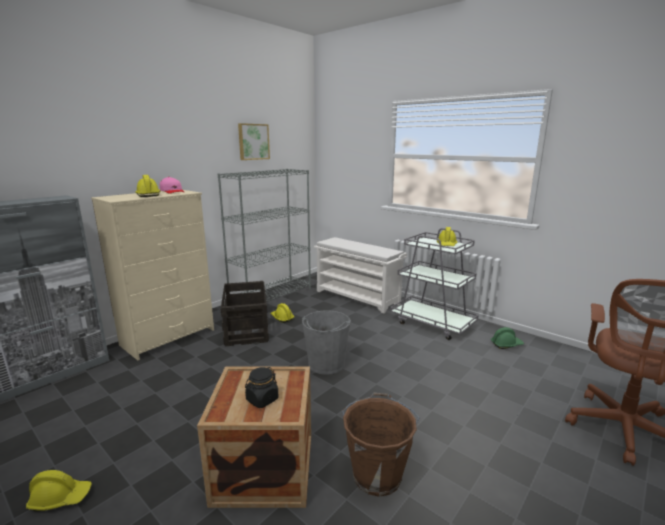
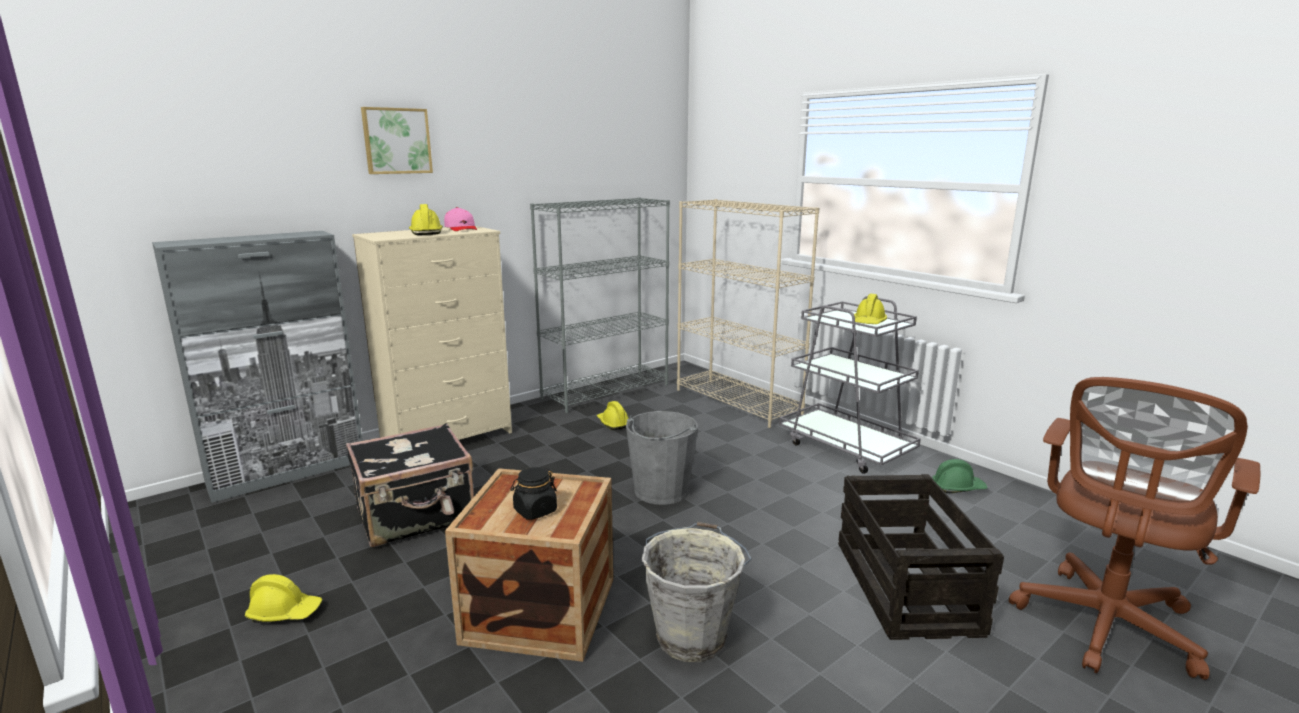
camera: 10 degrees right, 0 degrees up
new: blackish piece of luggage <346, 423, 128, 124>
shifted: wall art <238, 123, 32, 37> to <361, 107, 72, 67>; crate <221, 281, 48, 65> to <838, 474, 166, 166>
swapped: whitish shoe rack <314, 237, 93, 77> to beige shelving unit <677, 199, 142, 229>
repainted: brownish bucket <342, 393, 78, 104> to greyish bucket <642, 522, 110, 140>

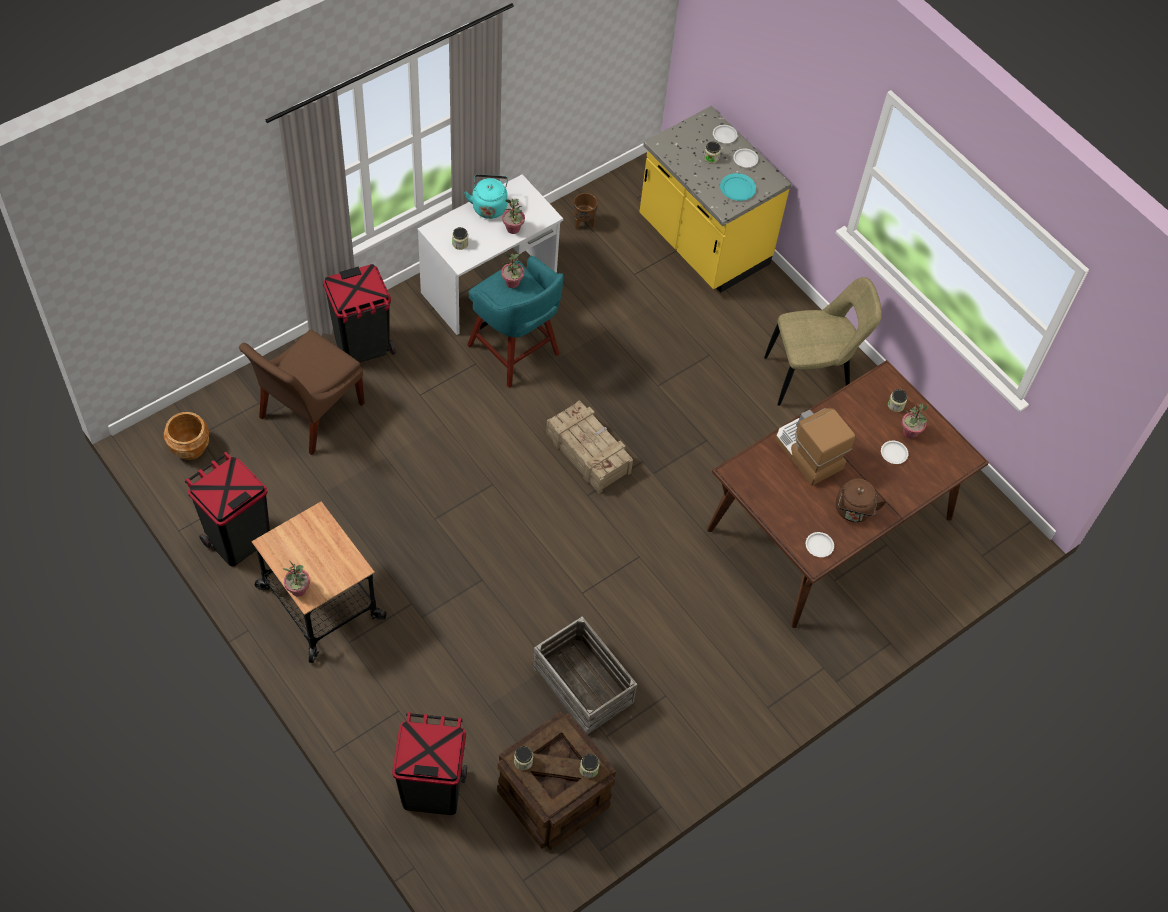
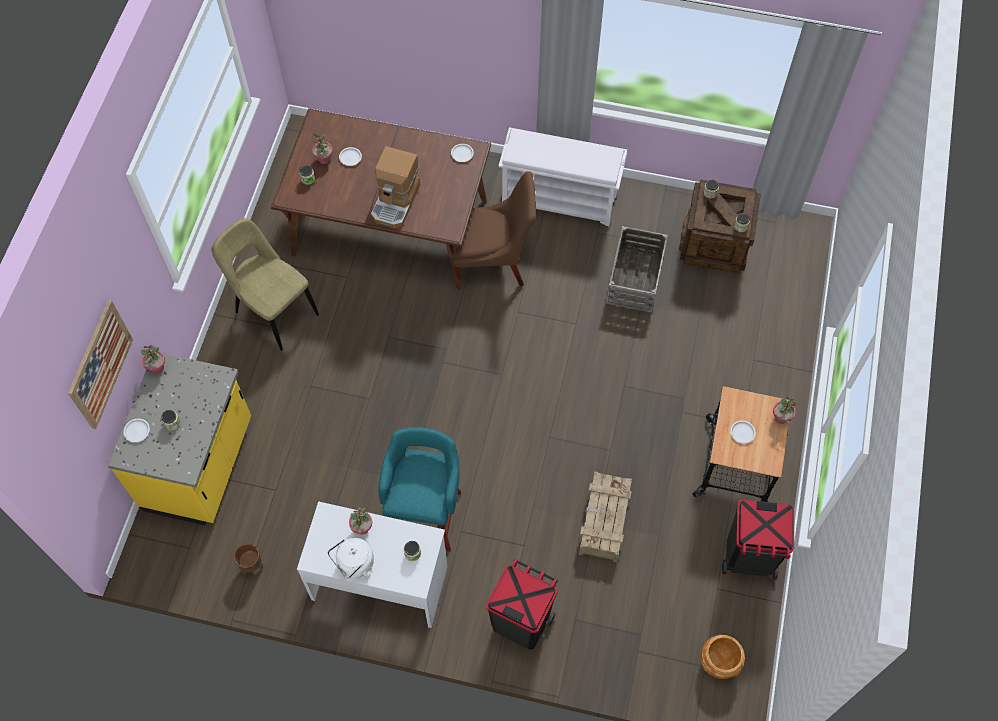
camera: 125 degrees left, 5 degrees up
gone: blackish waste bin <392, 712, 75, 103>; turquoise-coloured plate <720, 173, 36, 28>; brownish tea kettle <836, 479, 50, 44>
new: wall art <68, 300, 65, 129>; whitish indoor bench <498, 127, 129, 99>
shifted: houseplant <501, 253, 23, 35> to <140, 345, 25, 29>; brownish plain chair <239, 330, 126, 125> to <453, 171, 83, 117>; crate <546, 401, 87, 92> to <579, 472, 53, 90>; whitish plate <733, 149, 25, 18> to <730, 421, 26, 23>
repainted: turquoise-coloured tea kettle <465, 174, 43, 45> to whitish tea kettle <328, 538, 46, 40>

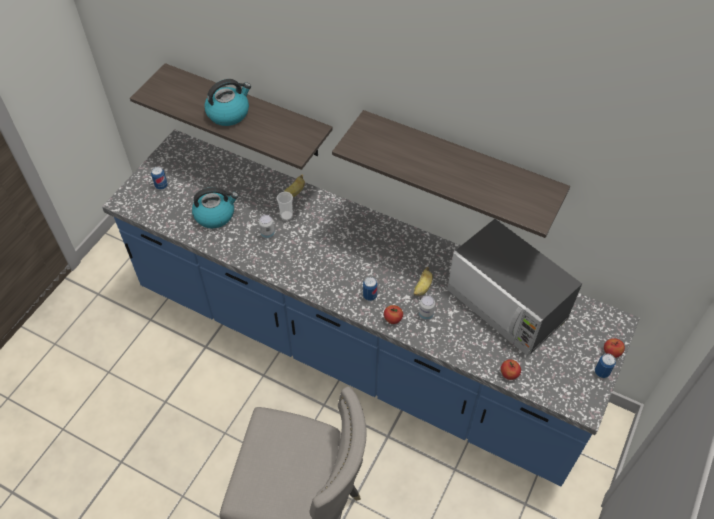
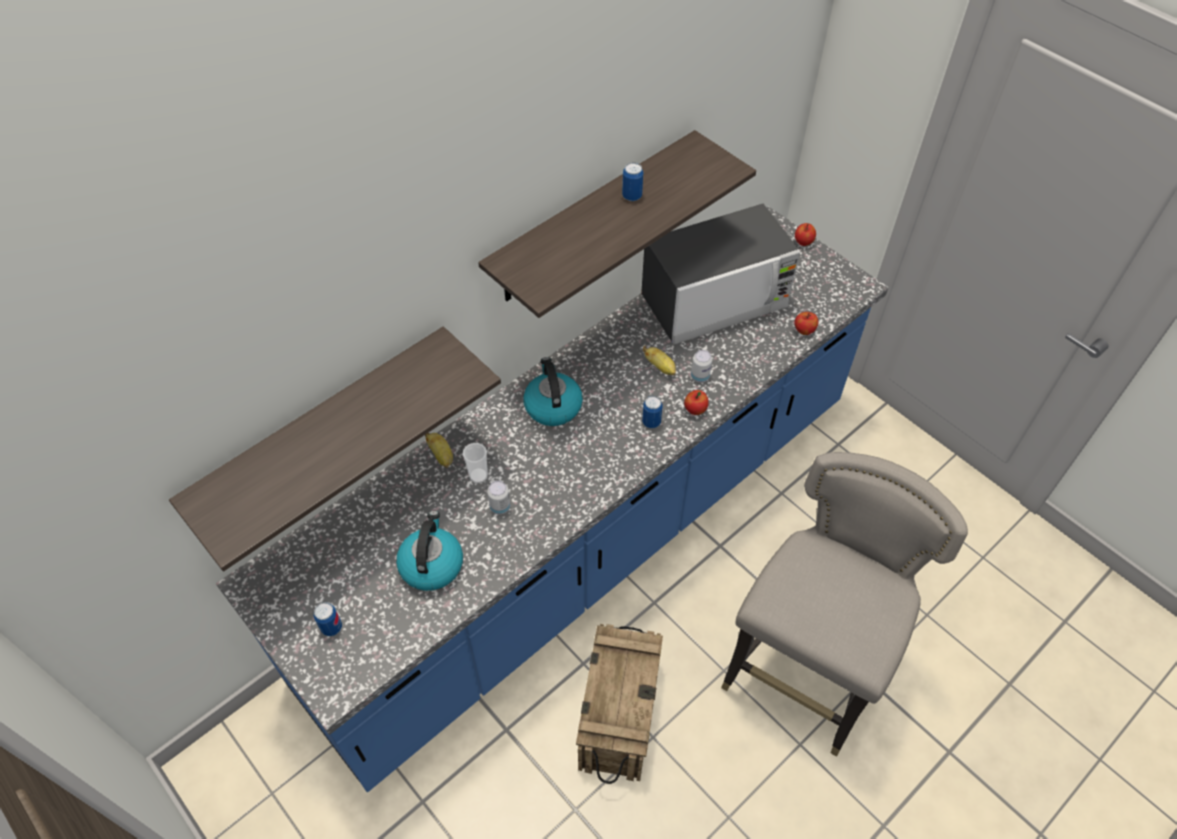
camera: 70 degrees left, 0 degrees up
new: crate <576, 624, 87, 160>
shifted: tea kettle <204, 79, 47, 47> to <523, 357, 60, 69>; sealed can <595, 353, 21, 25> to <622, 162, 22, 39>

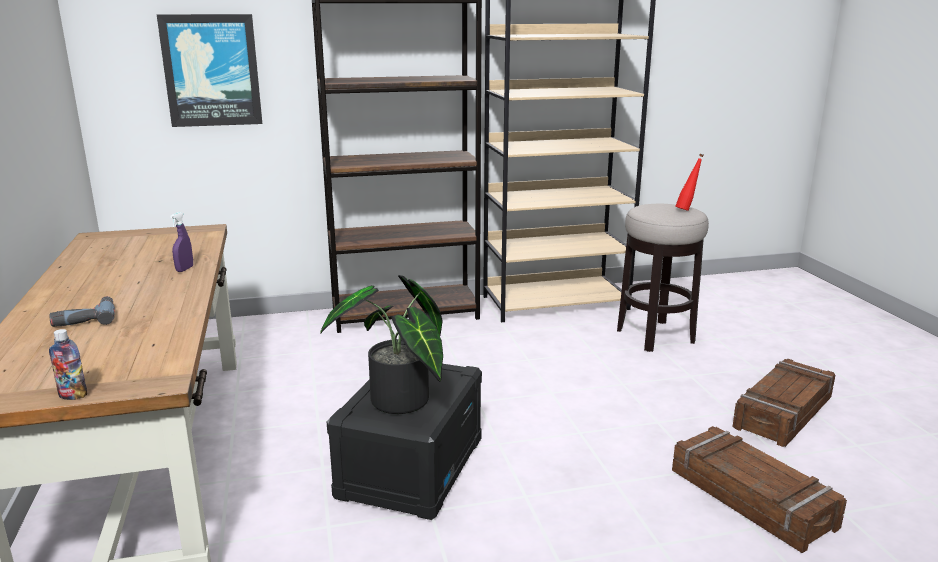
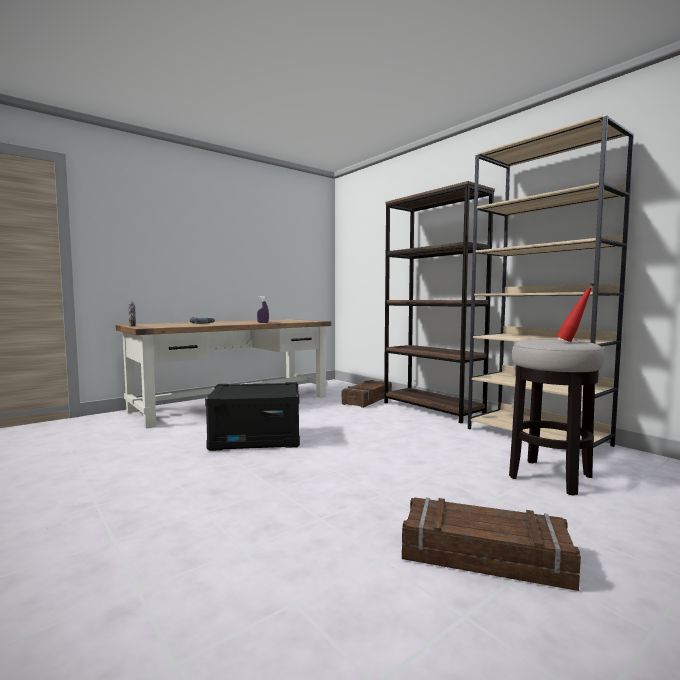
camera: 65 degrees right, 15 degrees down
gone: wall art <157, 14, 105, 113>; houseplant <320, 275, 123, 139>
shifted: crate <672, 426, 175, 127> to <342, 380, 50, 28>

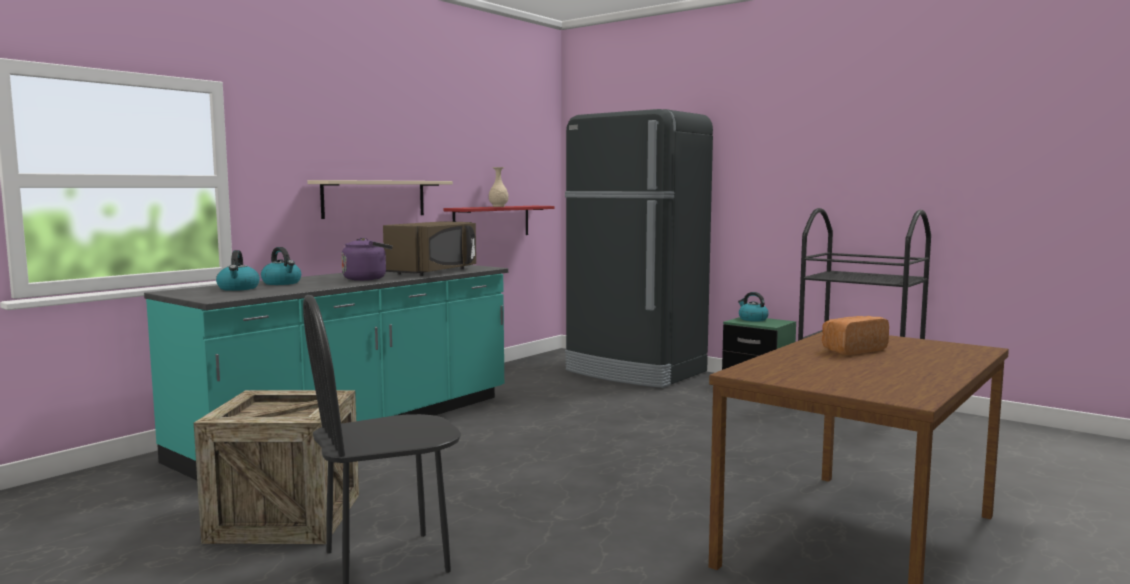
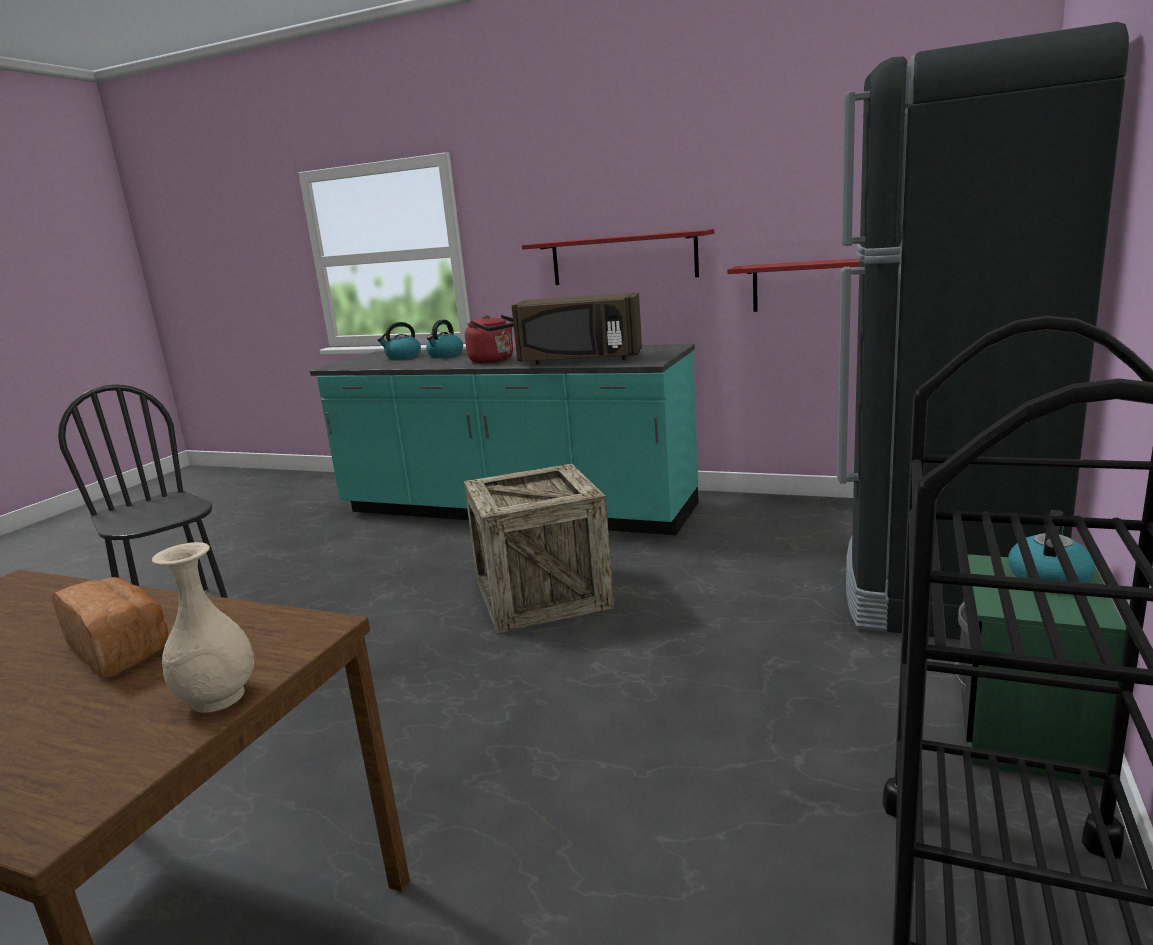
camera: 75 degrees right, 10 degrees up
shifted: beige flower vase <489, 167, 20, 40> to <152, 542, 102, 171>; crate <194, 390, 165, 154> to <464, 464, 150, 169>
repainted: purple tea kettle <341, 237, 52, 44> to reddish tea kettle <465, 315, 49, 48>; beige shelf <307, 180, 146, 39> to reddish shelf <522, 229, 192, 56>

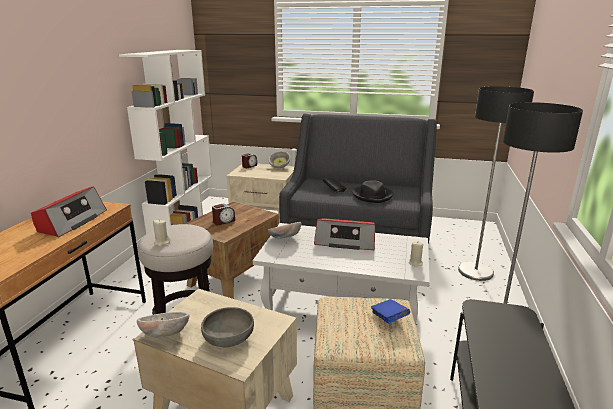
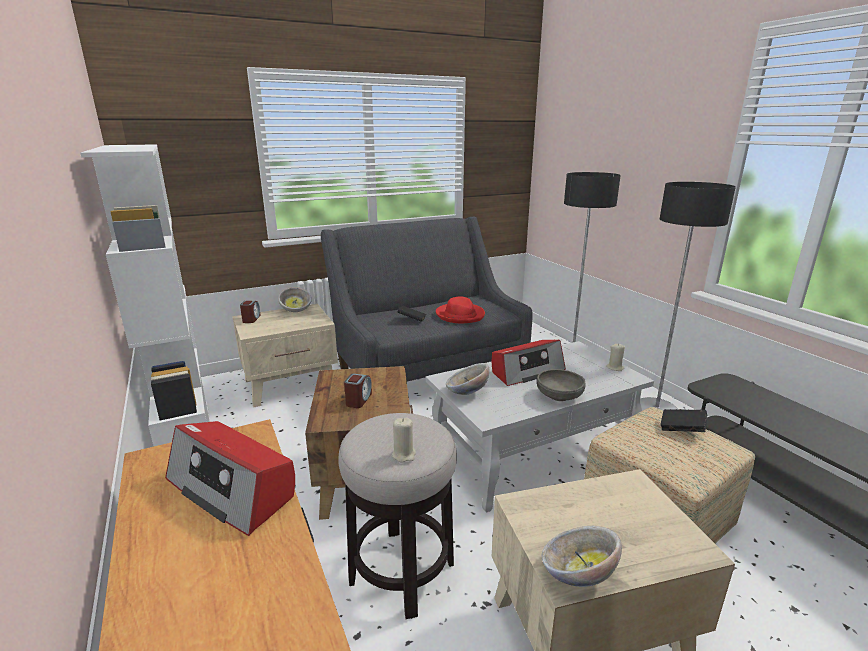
camera: 40 degrees left, 0 degrees up
shifted: greyish deep dish <201, 307, 53, 40> to <537, 369, 49, 32>
repainted: blackish wearable hat <352, 180, 41, 23> to reddish wearable hat <436, 297, 49, 26>; blue book <371, 299, 39, 24> to blackish book <660, 409, 47, 23>
rotated: radio set <31, 186, 76, 51> = <165, 421, 130, 115> 150 degrees clockwise

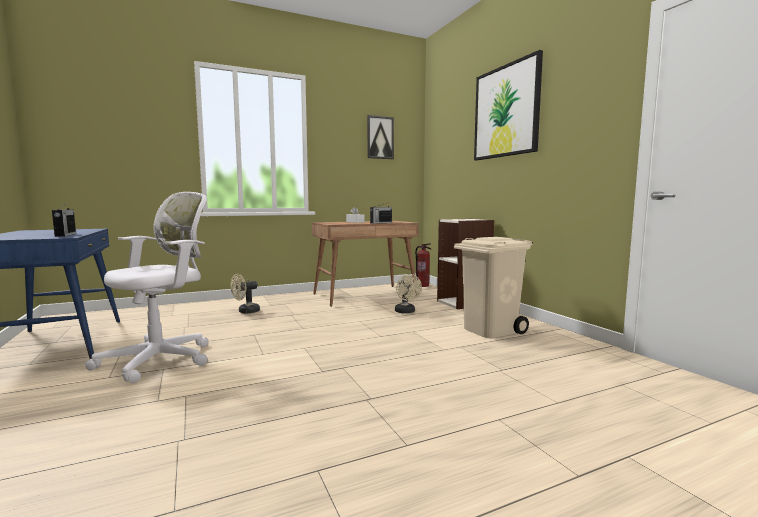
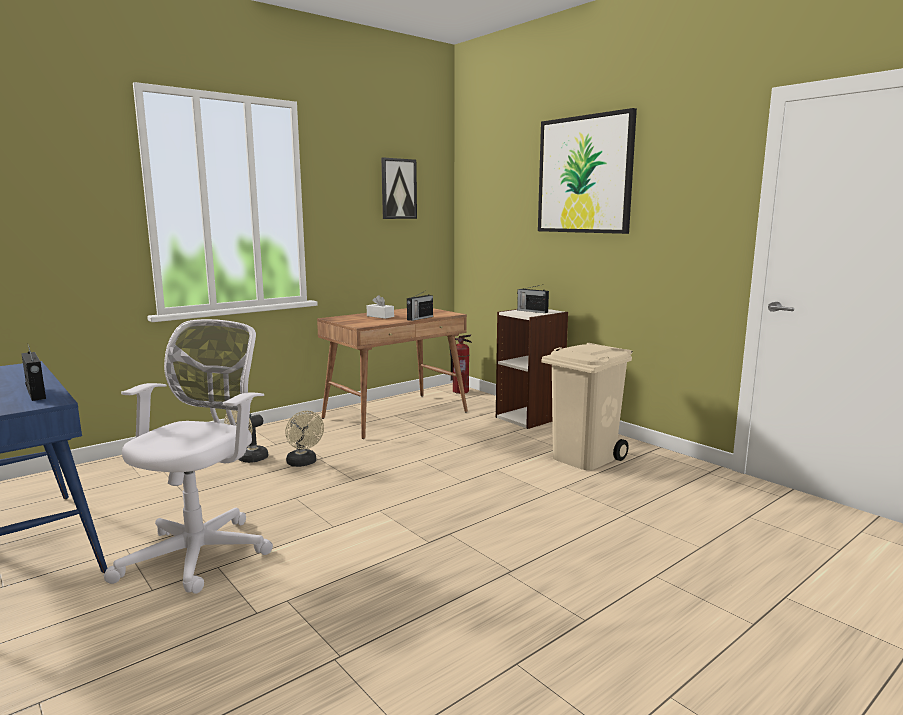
camera: 15 degrees left, 5 degrees up
new: radio set <517, 285, 32, 28>
shifted: beige fan <395, 274, 27, 39> to <285, 411, 39, 56>

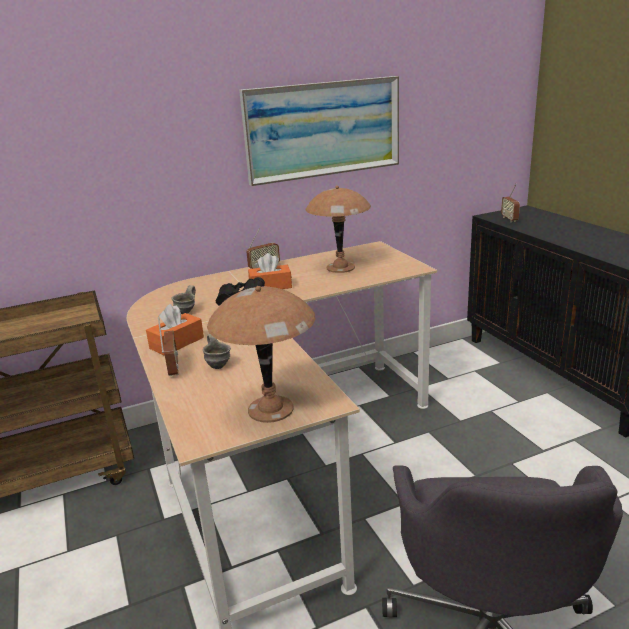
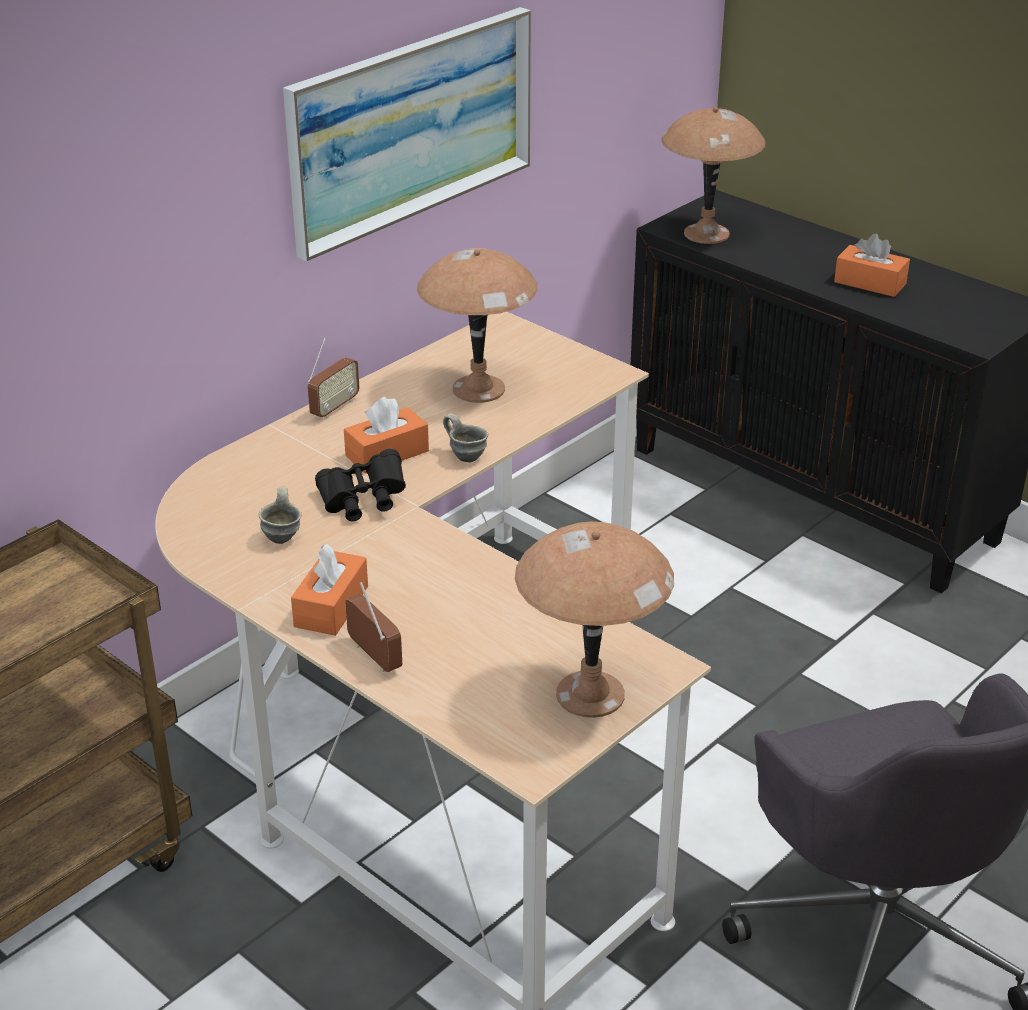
camera: 25 degrees left, 10 degrees up
new: orange-coloured box of tissues <834, 234, 76, 63>
shifted: greyish tea mug <203, 334, 28, 35> to <443, 413, 45, 49>
swapped: radio set <501, 184, 19, 38> to brownish tabletop lamp <661, 107, 104, 137>

